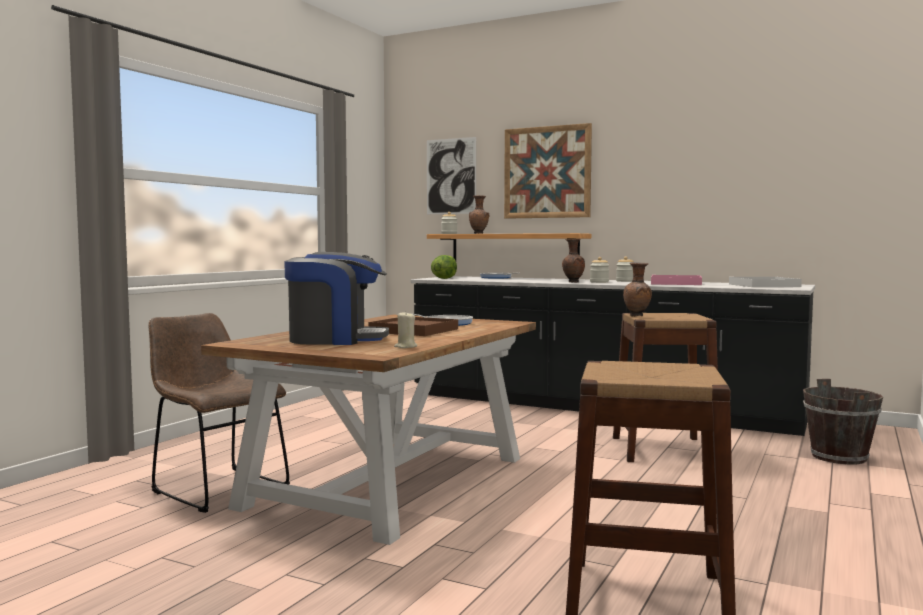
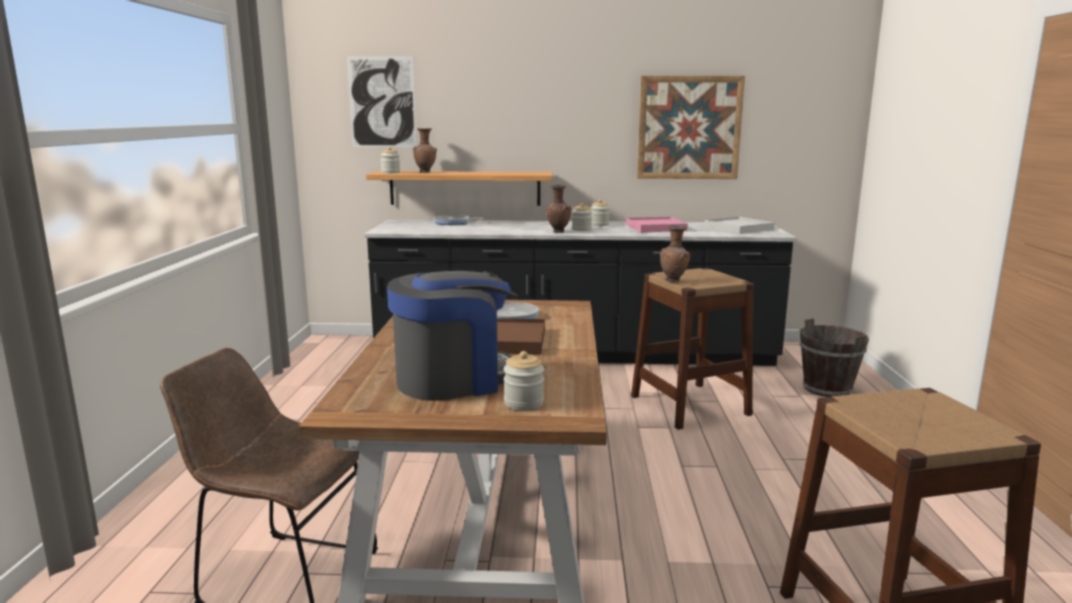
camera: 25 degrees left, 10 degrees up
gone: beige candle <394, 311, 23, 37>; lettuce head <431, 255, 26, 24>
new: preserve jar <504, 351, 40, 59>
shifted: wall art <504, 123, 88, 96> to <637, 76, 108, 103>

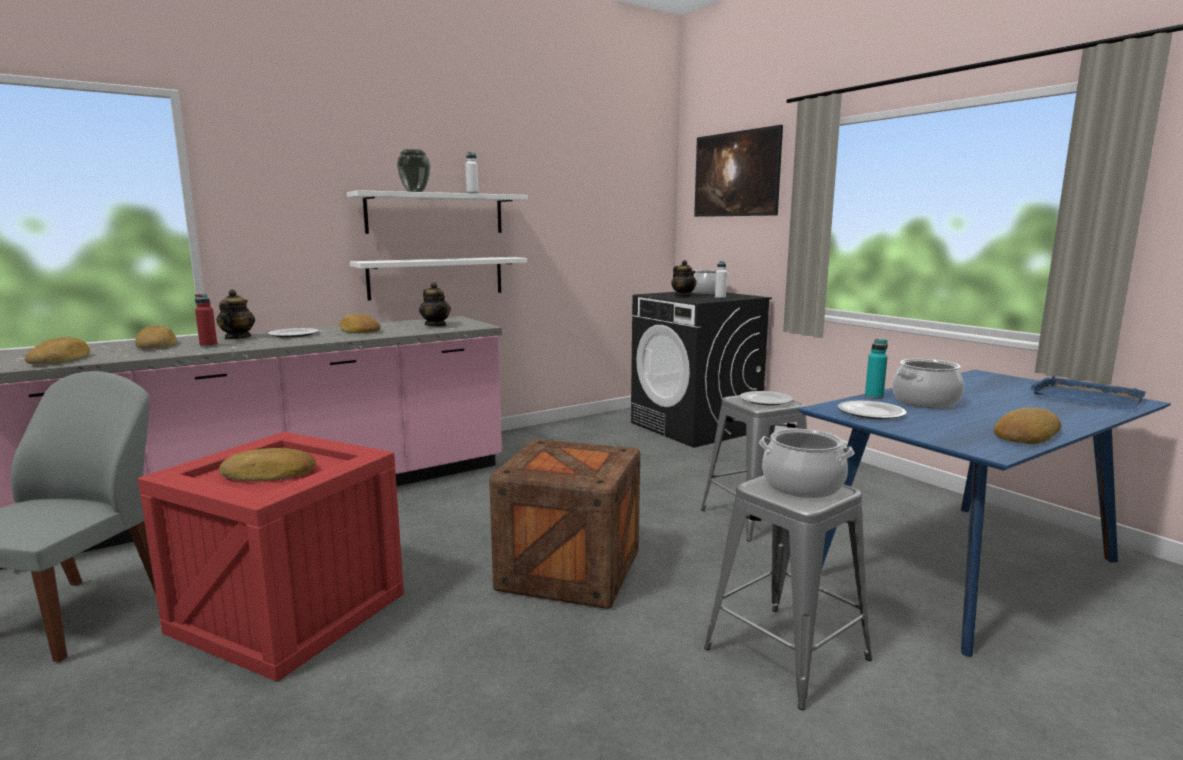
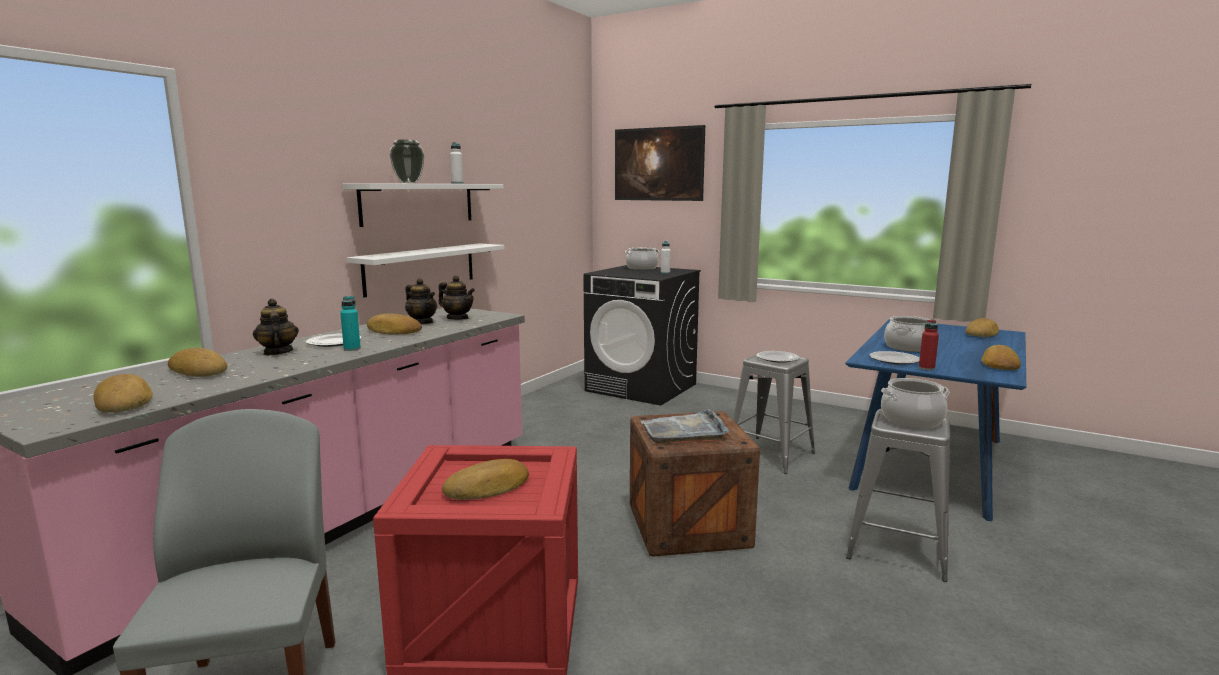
camera: 25 degrees left, 0 degrees up
new: greyish carrying tray <640, 409, 89, 34>
shifted: turquoise-coloured bottle <865, 339, 23, 60> to <340, 296, 21, 55>; teapot <671, 260, 25, 37> to <405, 278, 32, 46>; reddish bottle <195, 294, 23, 54> to <919, 319, 20, 51>
swapped: blue carrying tray <1030, 376, 116, 34> to bread <965, 318, 34, 19>

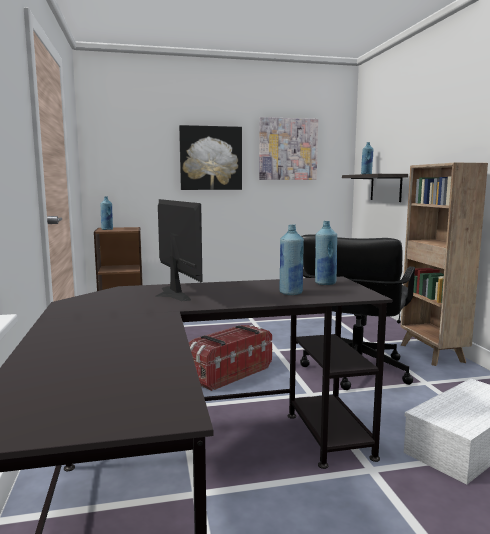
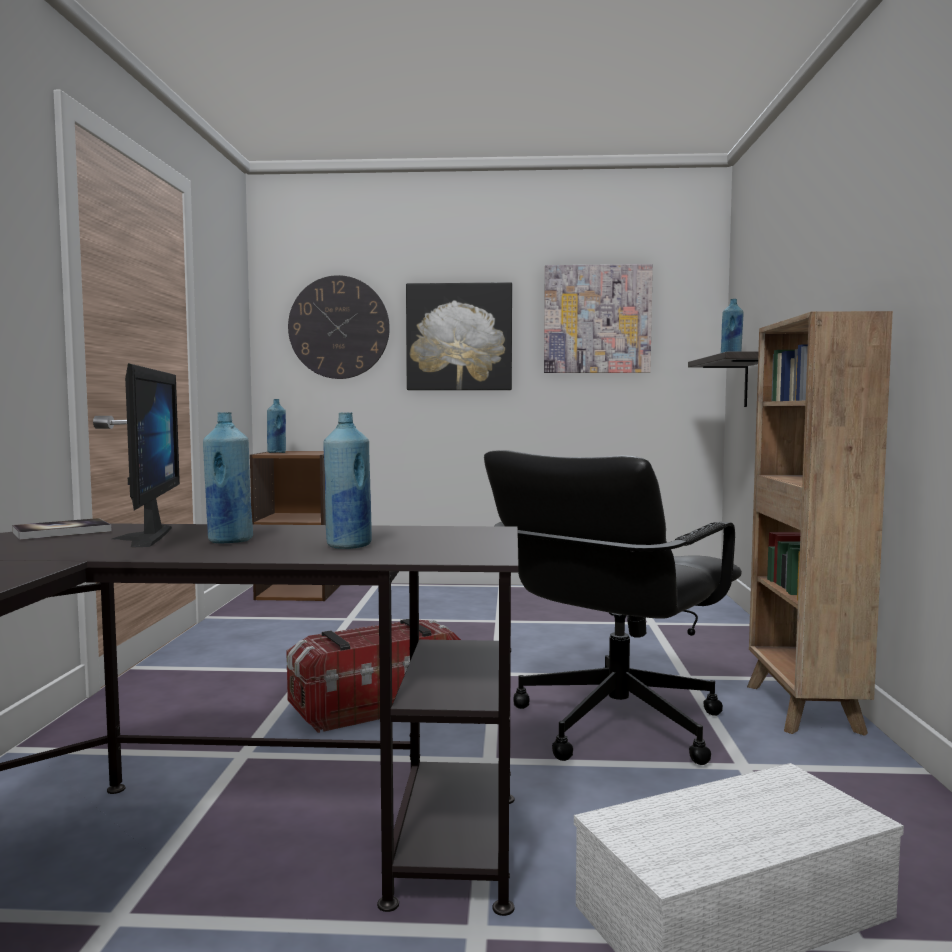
camera: 15 degrees right, 5 degrees down
new: book <12, 518, 99, 22>; clock on the wall <288, 275, 102, 104>
shifted: blue bottle <315, 221, 22, 64> to <203, 412, 50, 132>

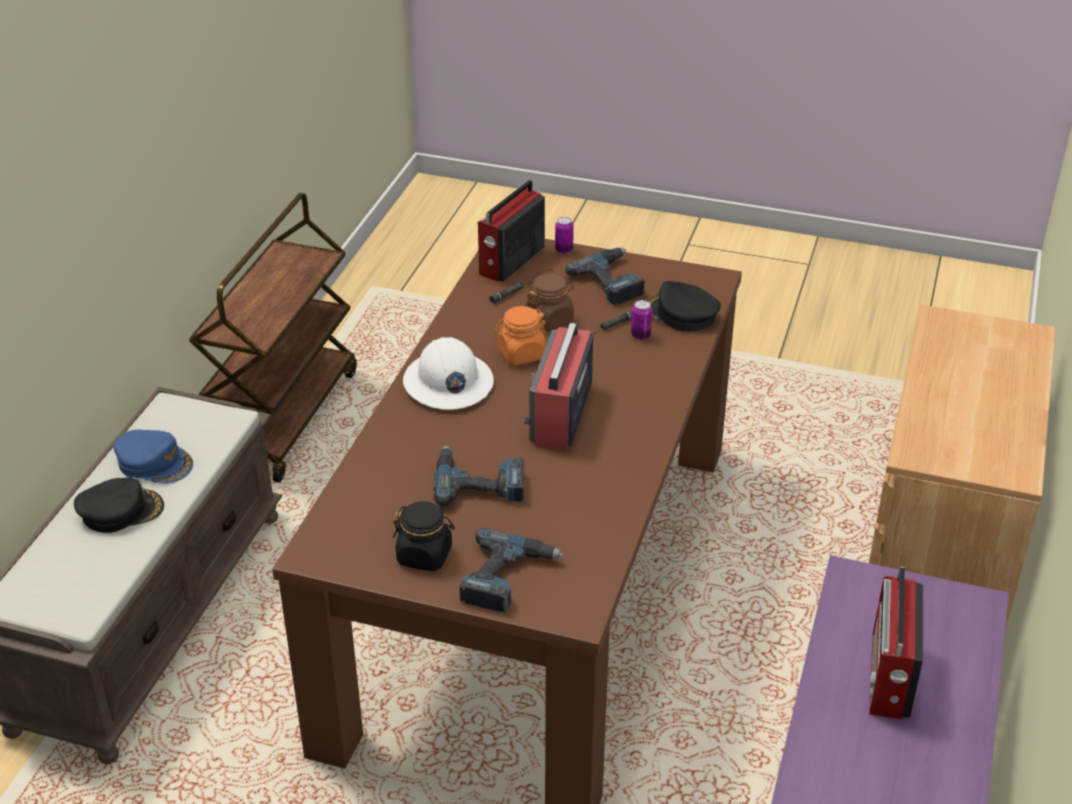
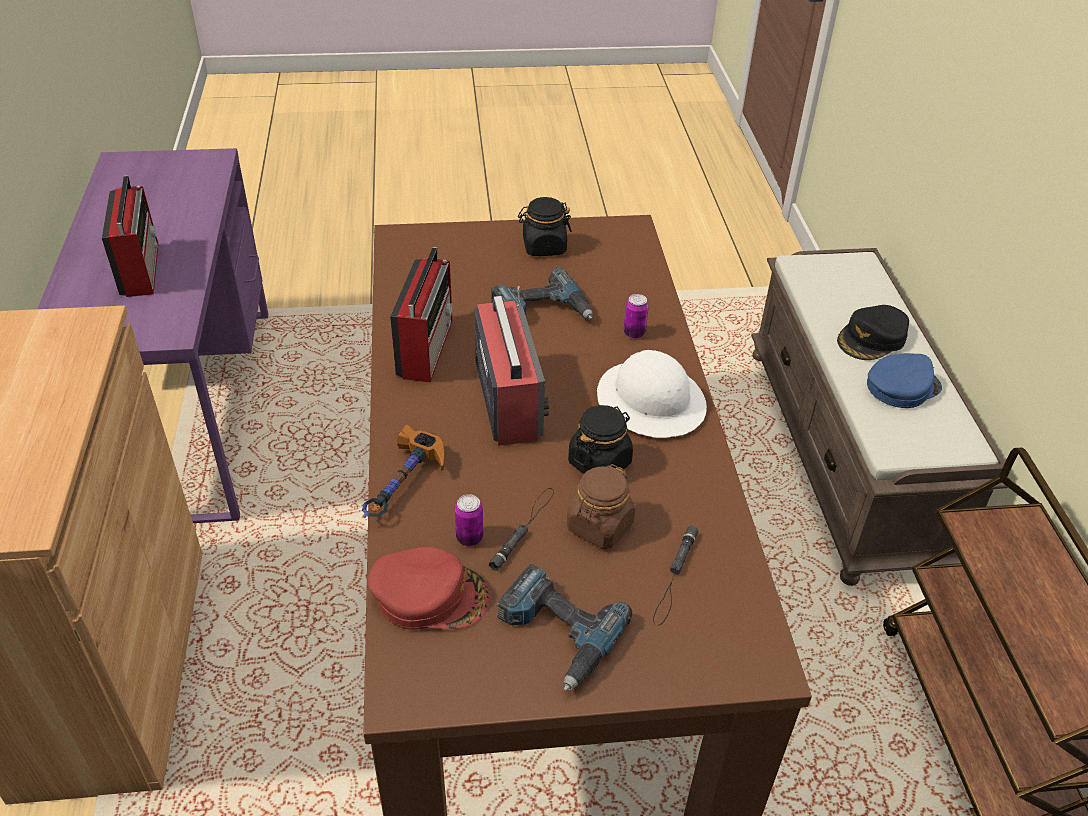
camera: 155 degrees right, 5 degrees up
gone: drill <459, 528, 104, 84>
new: tool hammer <362, 424, 83, 94>
shifted: radio set <478, 180, 67, 101> to <390, 247, 62, 136>; sealed can <555, 217, 19, 37> to <624, 294, 25, 45>
repainted: blackish baseball cap <648, 281, 73, 50> to reddish baseball cap <368, 547, 122, 83>; orange-coloured preserve jar <495, 306, 52, 59> to blackish preserve jar <568, 405, 65, 69>
rotated: blue baseball cap <113, 430, 80, 54> = <867, 353, 75, 55> 150 degrees clockwise

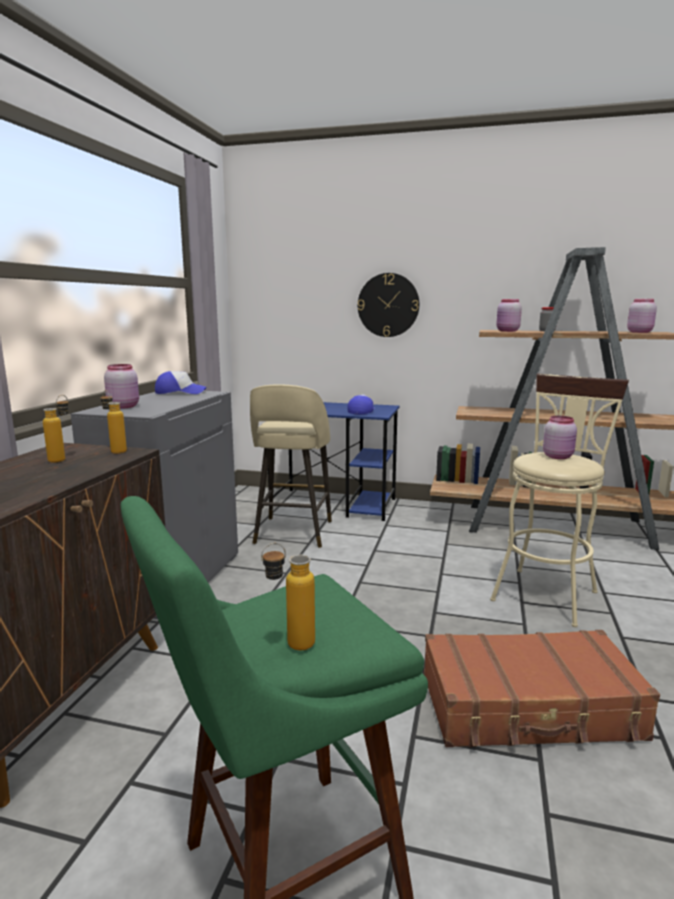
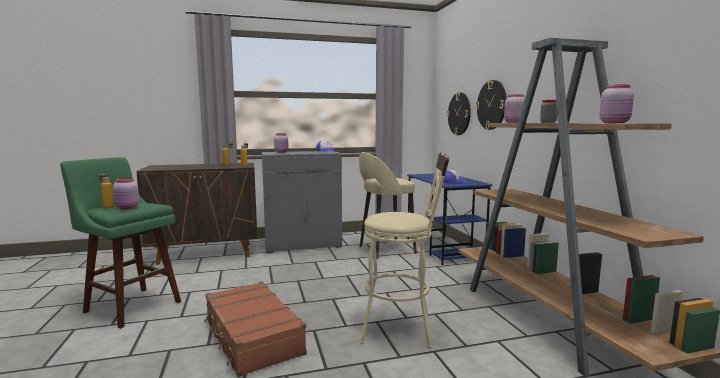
camera: 60 degrees right, 5 degrees down
new: clock on the wall <447, 93, 24, 42>
shifted: pinkish preserve jar <543, 416, 34, 43> to <113, 178, 26, 31>

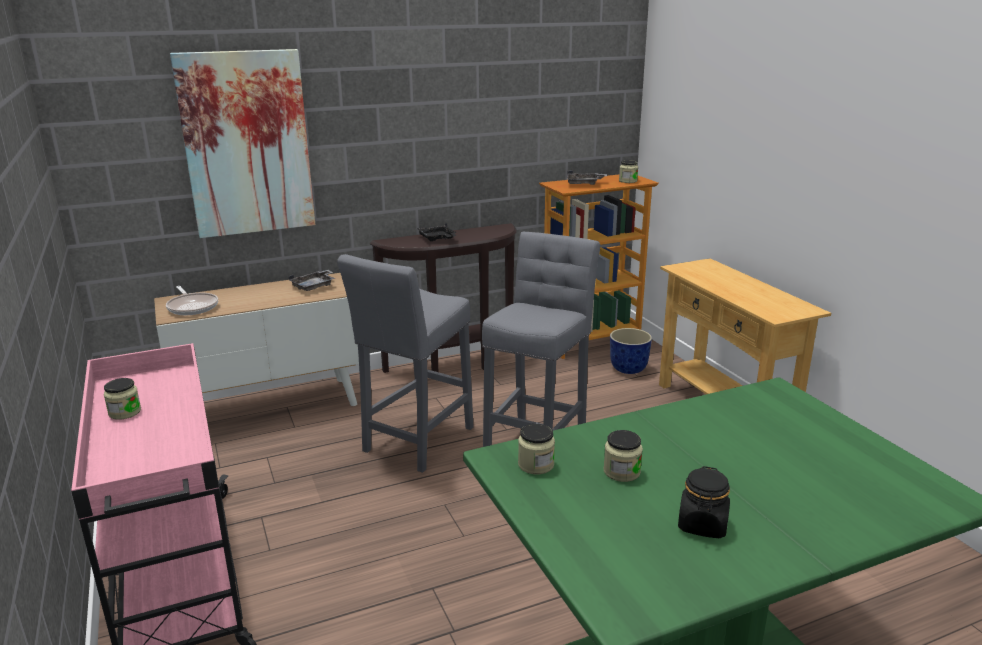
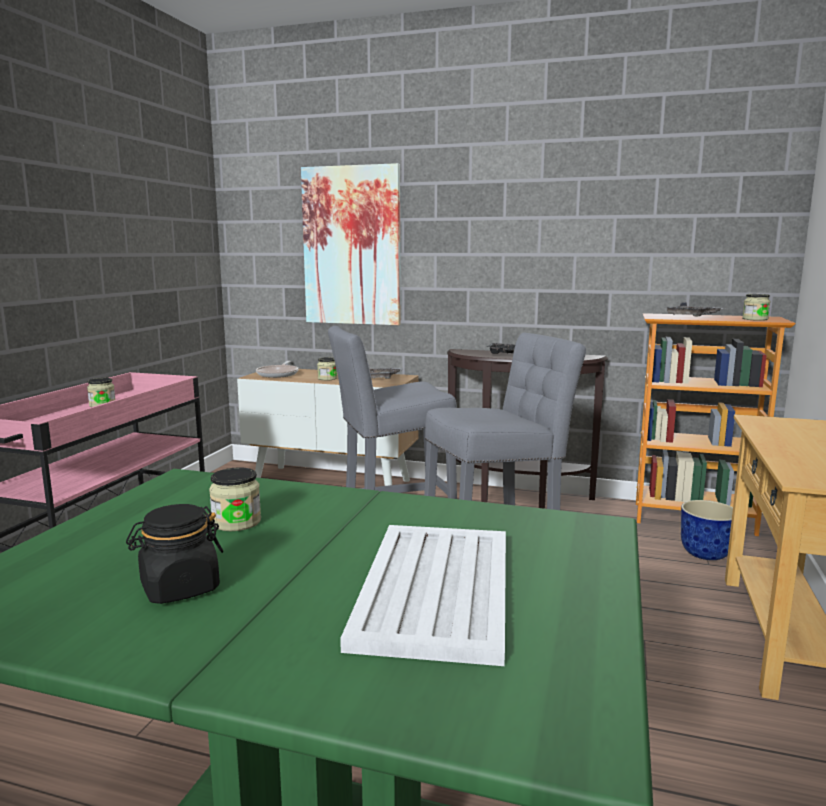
camera: 40 degrees right, 10 degrees down
new: whitish carrying tray <340, 525, 166, 141>
shifted: preserve jar <518, 424, 37, 50> to <317, 357, 20, 24>

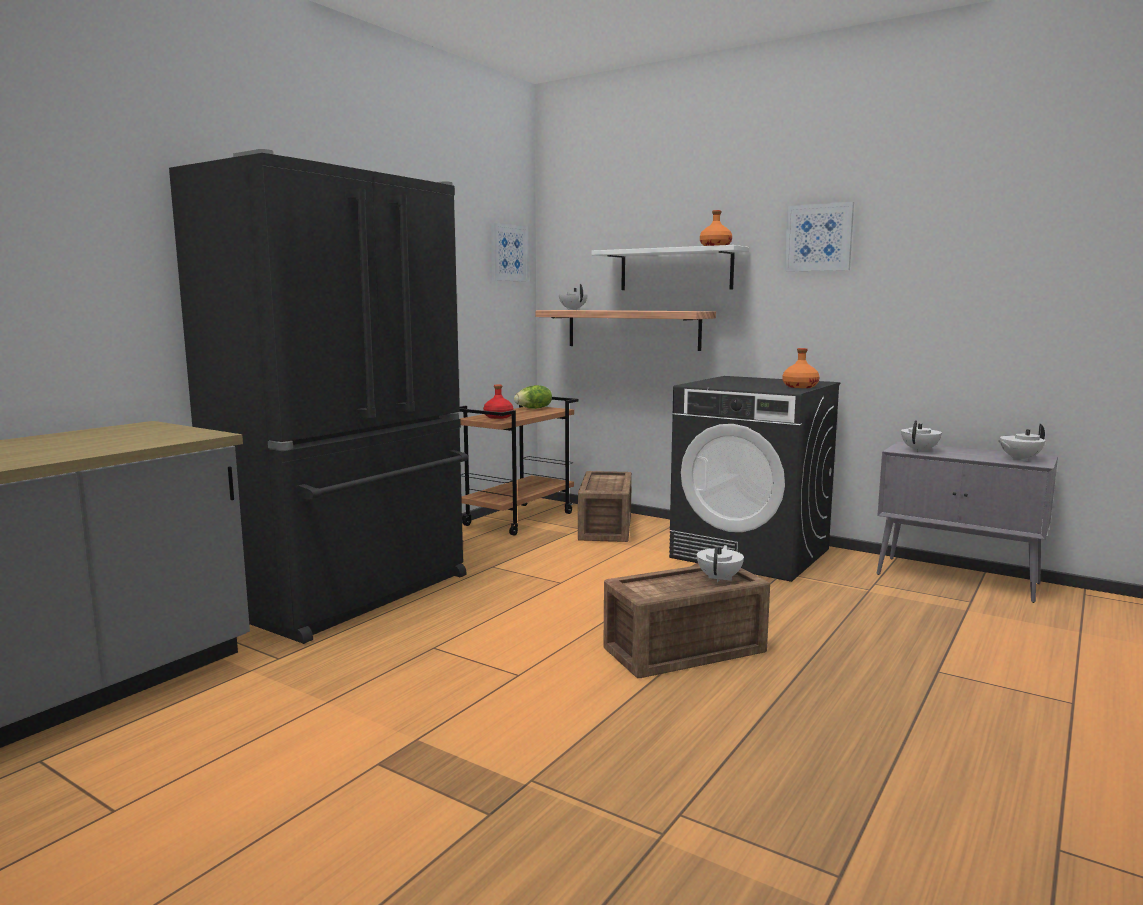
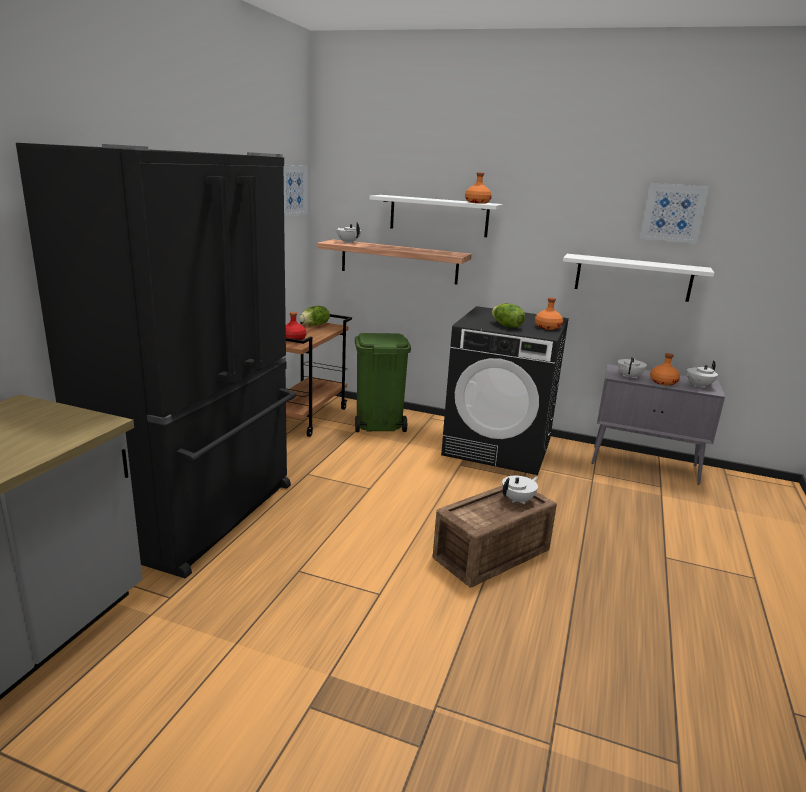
camera: 15 degrees left, 10 degrees up
new: lettuce head <492, 303, 33, 25>; whitish shelf <563, 254, 151, 48>; orange-coloured bottle <650, 353, 30, 33>
shifted: wall art <784, 202, 70, 70> to <640, 183, 69, 61>
swapped: crate <578, 471, 54, 71> to green-coloured waste bin <355, 333, 56, 99>
rotated: whitish teapot <697, 545, 47, 38> = <502, 476, 36, 29> 45 degrees clockwise

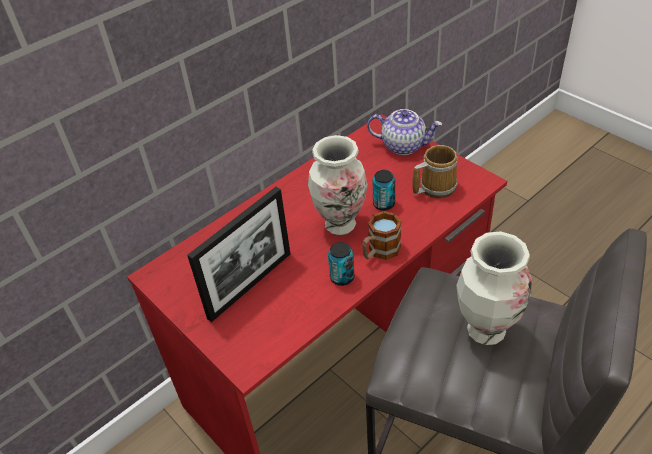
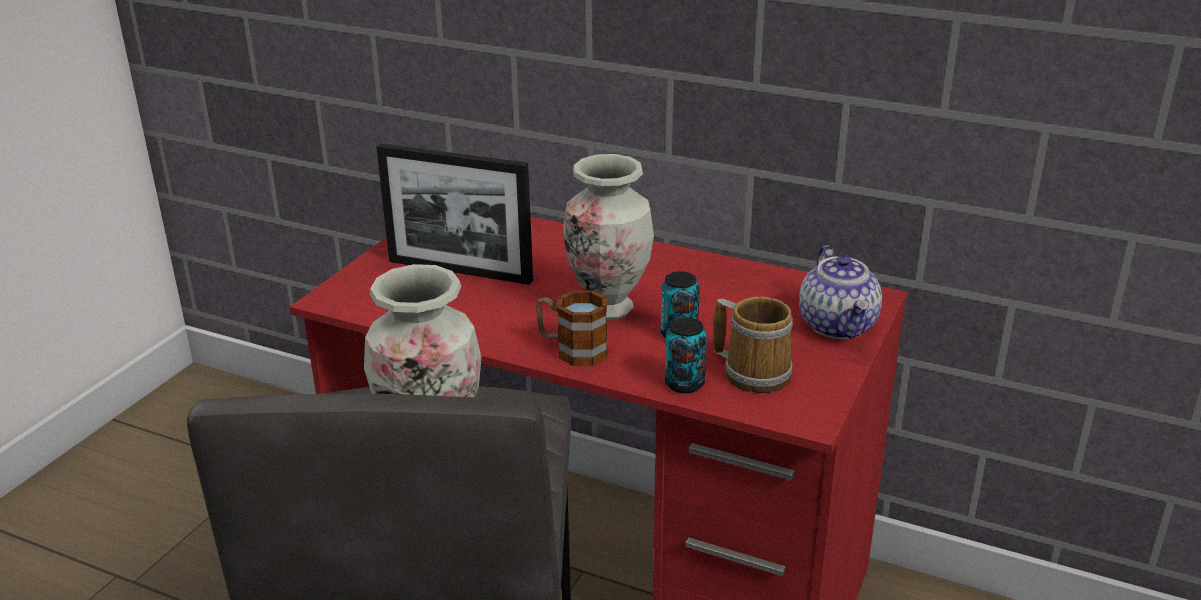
camera: 65 degrees right, 15 degrees down
shifted: sealed can <328, 242, 26, 44> to <665, 317, 42, 76>

